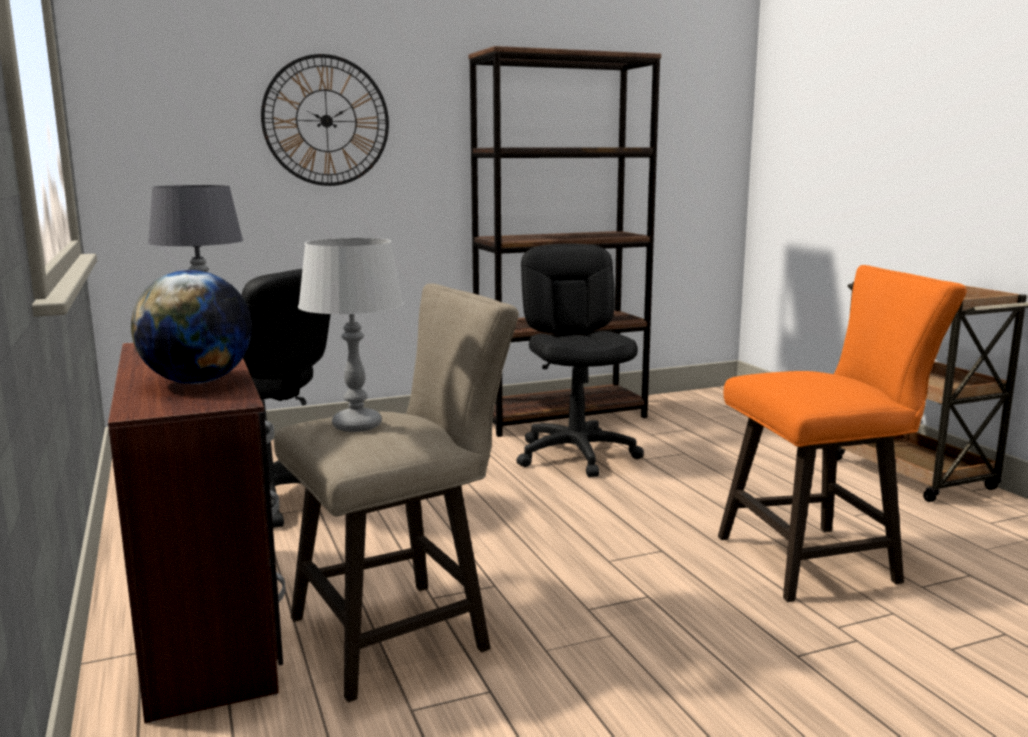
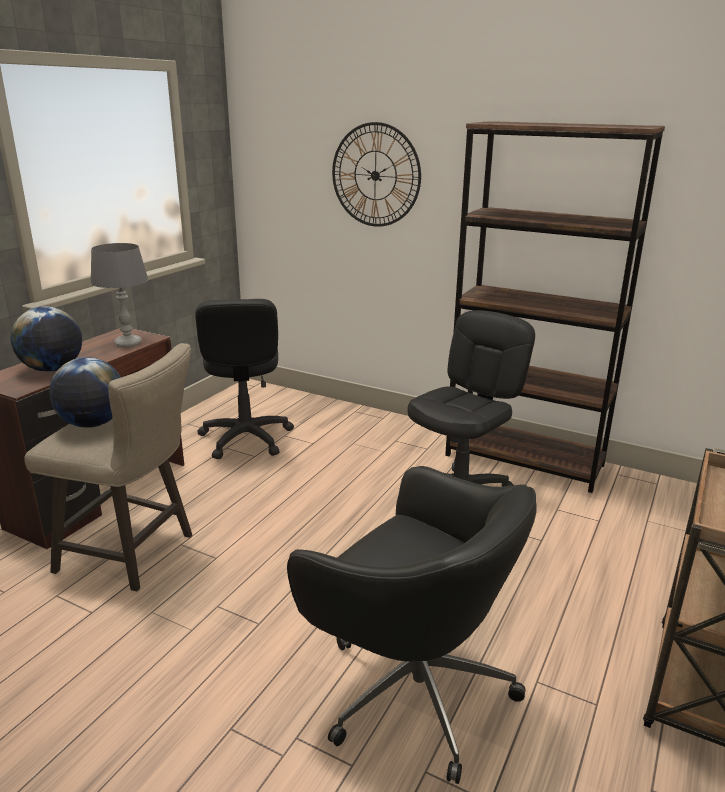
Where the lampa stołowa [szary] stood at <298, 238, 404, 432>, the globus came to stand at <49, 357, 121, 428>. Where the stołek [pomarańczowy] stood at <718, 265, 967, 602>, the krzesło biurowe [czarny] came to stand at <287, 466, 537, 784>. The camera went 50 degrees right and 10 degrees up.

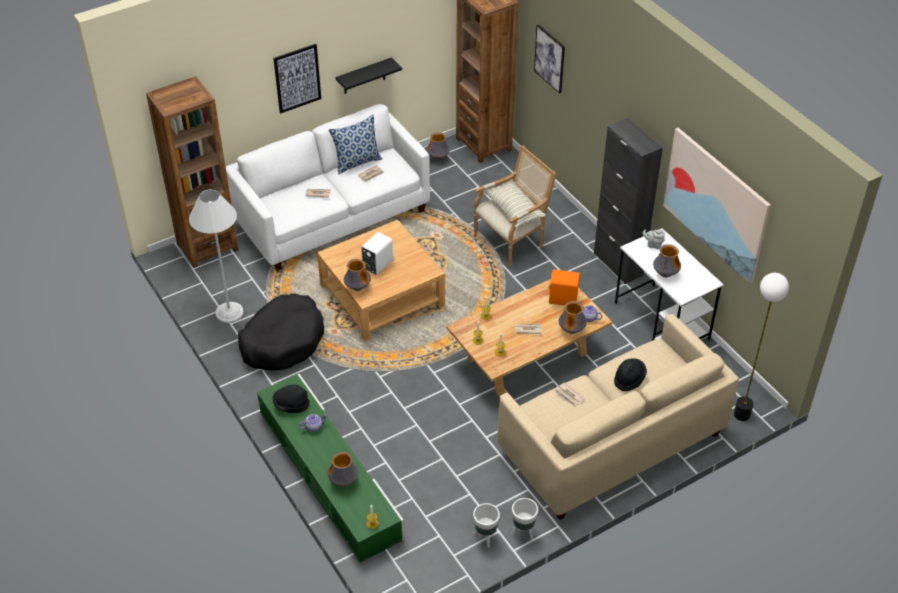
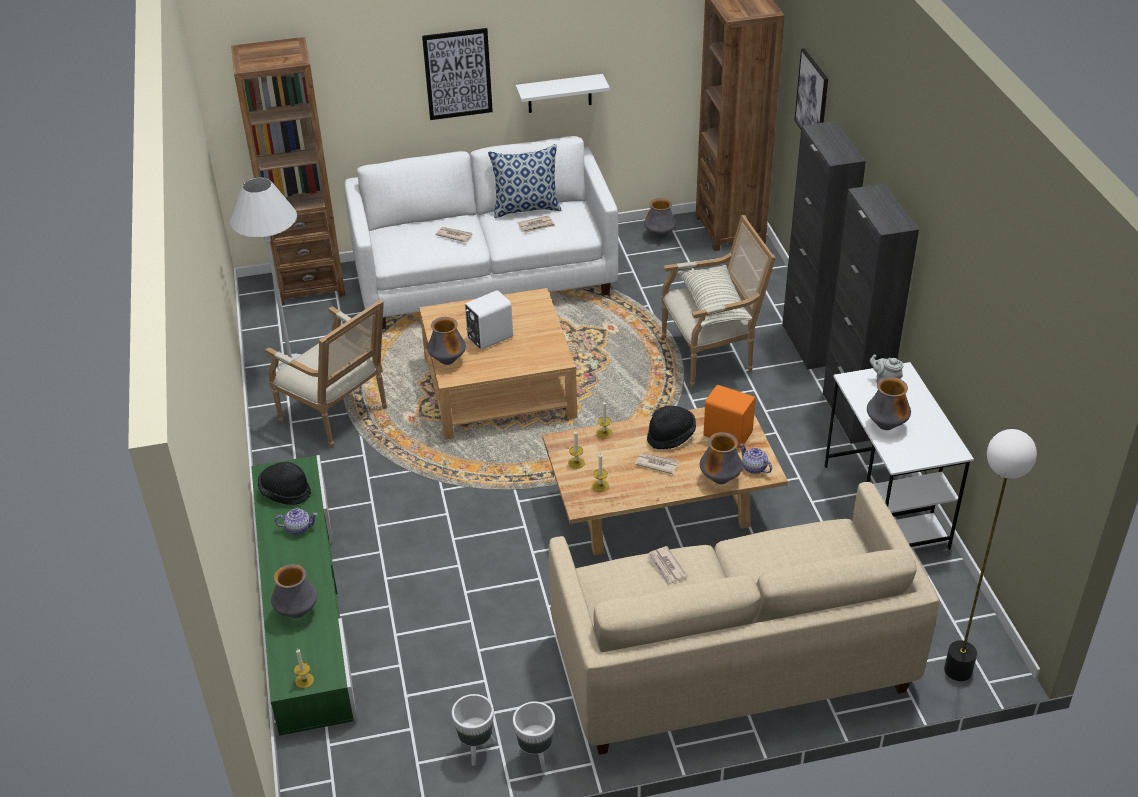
Where the legowisko [czarny] stood at <238, 294, 324, 371>, the fotel came to stand at <264, 299, 387, 448>. What was the półka [czarny] at <336, 57, 402, 94> turned into the półka [biały] at <516, 74, 610, 113>. The kapelusz [czarny] ended up elsewhere, having gone from <614, 358, 647, 391> to <647, 405, 696, 449>. The second view lost the obraz at <663, 128, 771, 284>. The second view gained the szafka [czarny] at <782, 121, 866, 369>. The camera went 20 degrees right and 5 degrees down.

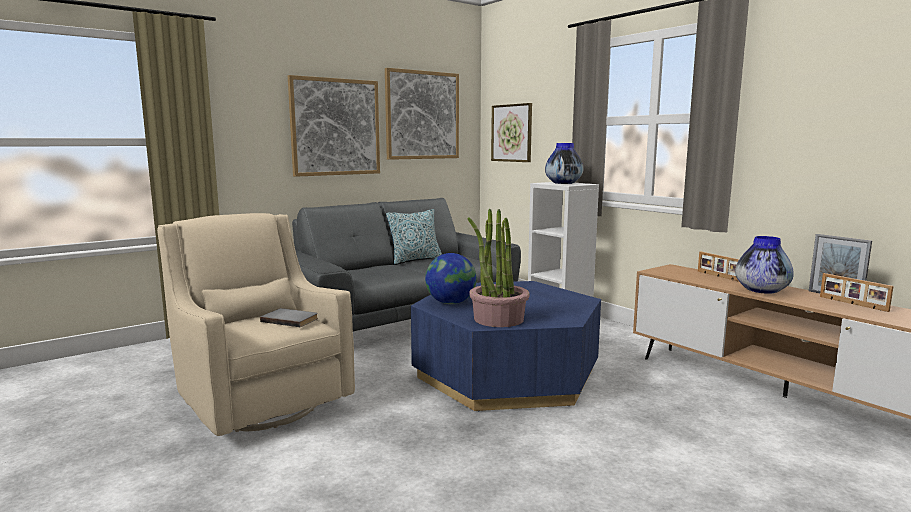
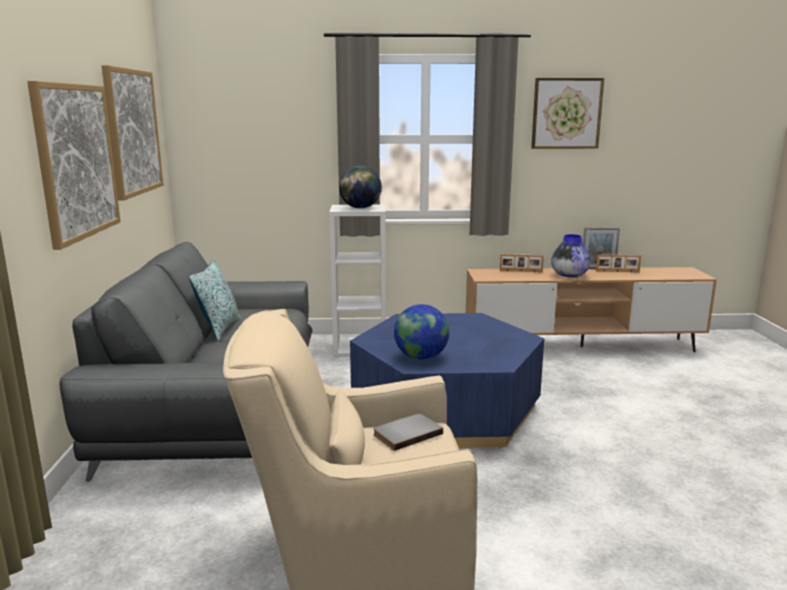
The second view lost the roślina doniczkowa at <468, 209, 530, 327>. The obraz ended up elsewhere, having gone from <491, 103, 532, 162> to <531, 78, 604, 149>. Where the wazon stood at <545, 143, 583, 184>, the globus came to stand at <339, 166, 382, 209>. The camera went 55 degrees left and 5 degrees up.

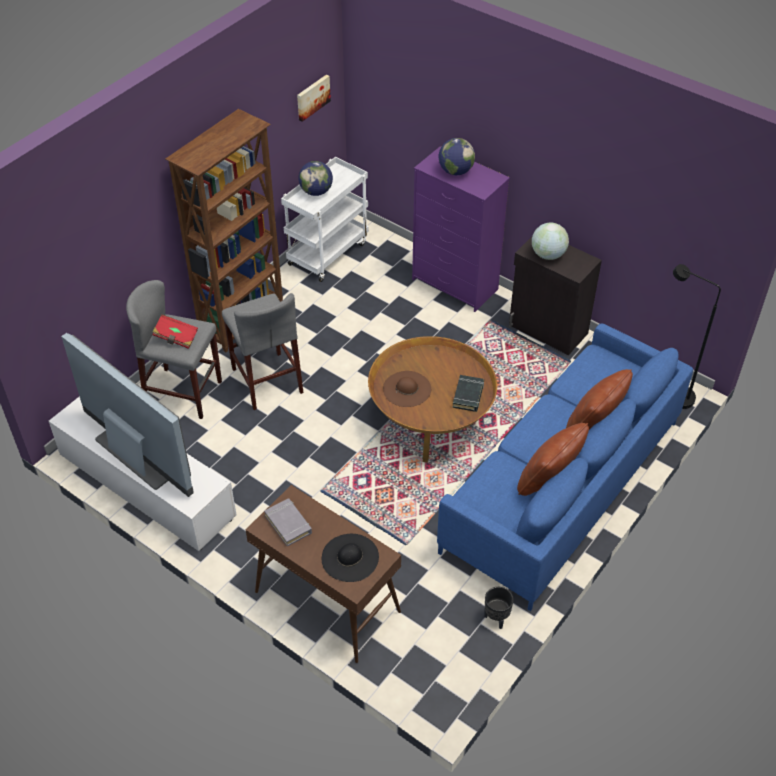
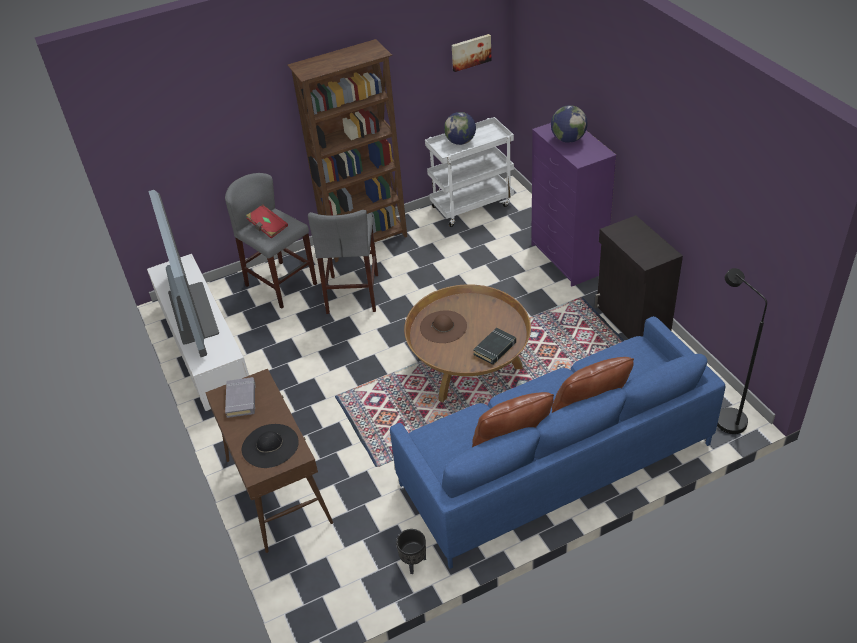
The second view lost the globus at <532, 223, 569, 260>. The camera went 30 degrees right and 5 degrees down.

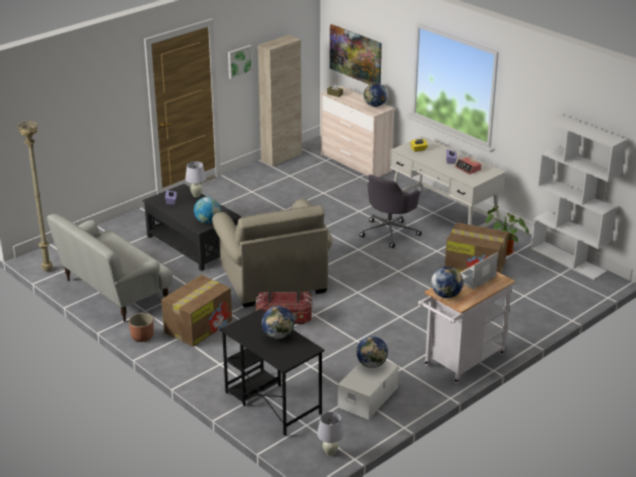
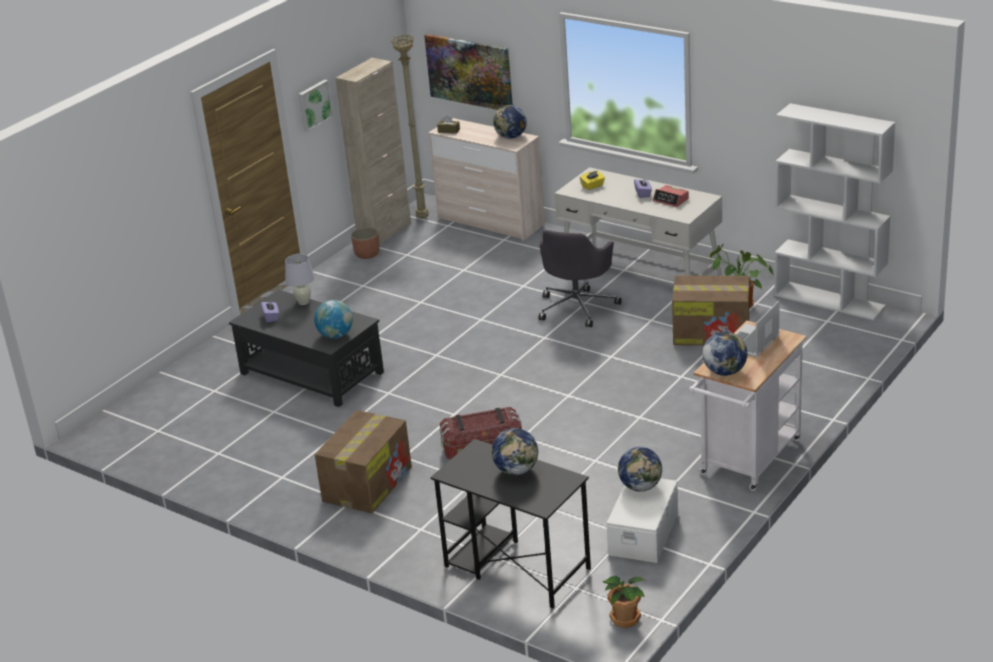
The lampa stojąca [beżowy] ended up elsewhere, having gone from <17, 121, 53, 271> to <391, 35, 429, 219>. The second view lost the kanapa at <47, 214, 173, 322>. The donica ended up elsewhere, having gone from <129, 313, 154, 342> to <351, 227, 379, 259>. The second view lost the fotel [beżowy] at <212, 199, 333, 308>. Where the lampa stołowa [biały] stood at <317, 412, 344, 456>, the roślina doniczkowa came to stand at <603, 576, 645, 628>. The camera went 10 degrees left and 0 degrees up.

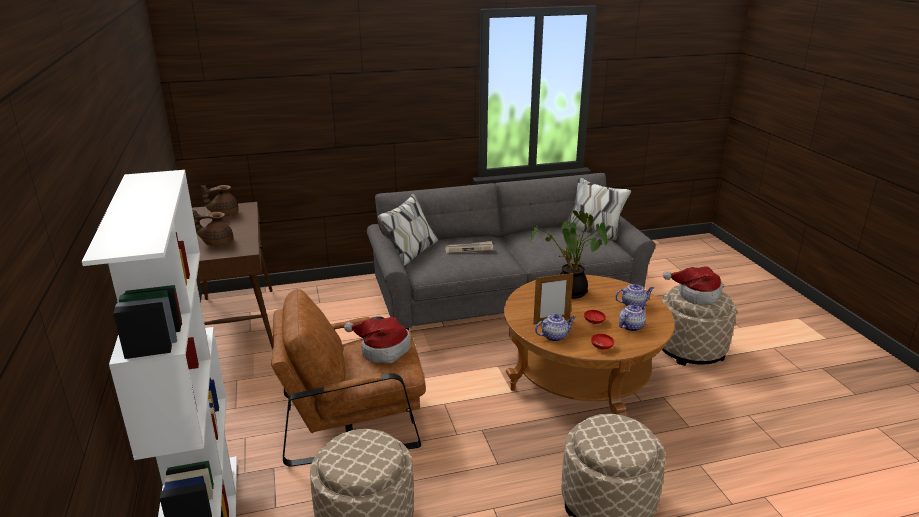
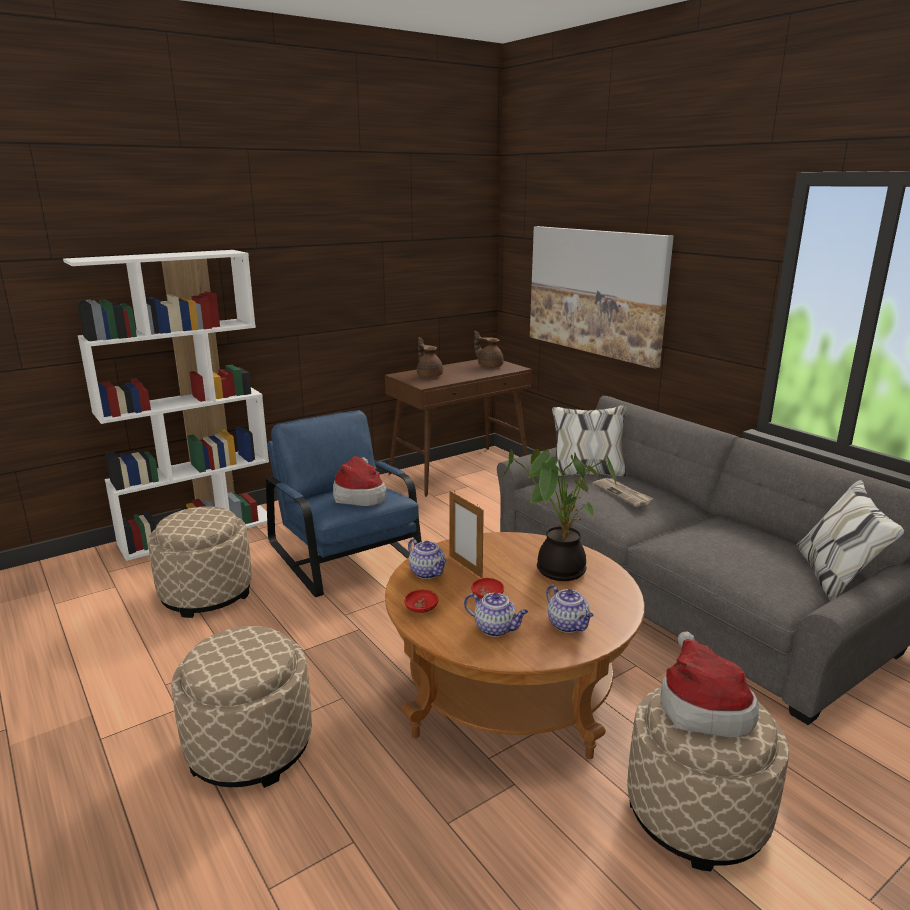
What was the fotel [brązowy] at <271, 289, 426, 466> turned into the fotel [niebieski] at <266, 410, 422, 597>. The second view gained the obraz at <530, 226, 674, 369>. The camera went 70 degrees right and 5 degrees down.

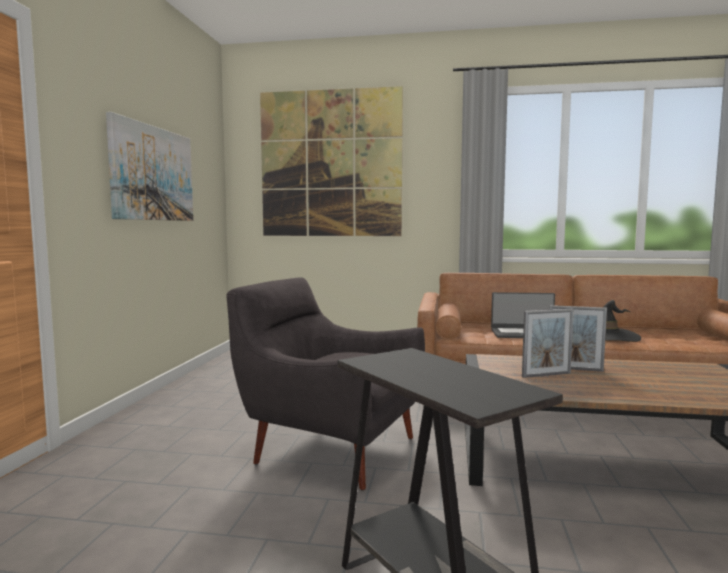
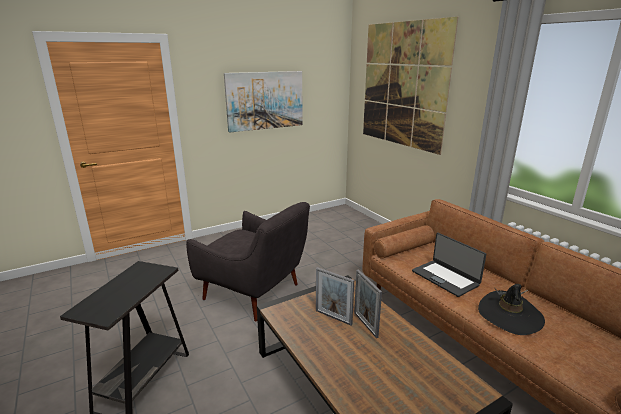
The fotel [szary] at <226, 277, 425, 490> ended up facing another way, 135 degrees clockwise from before. The camera went 50 degrees right and 15 degrees up.

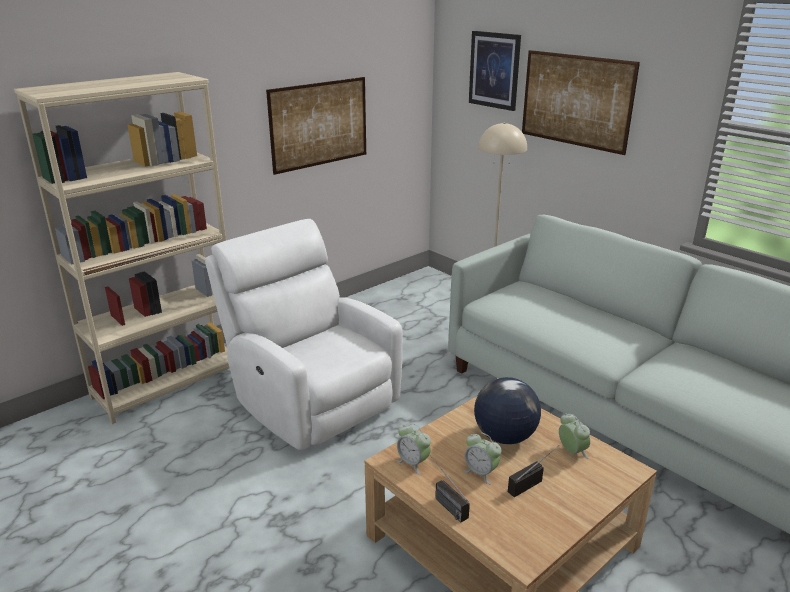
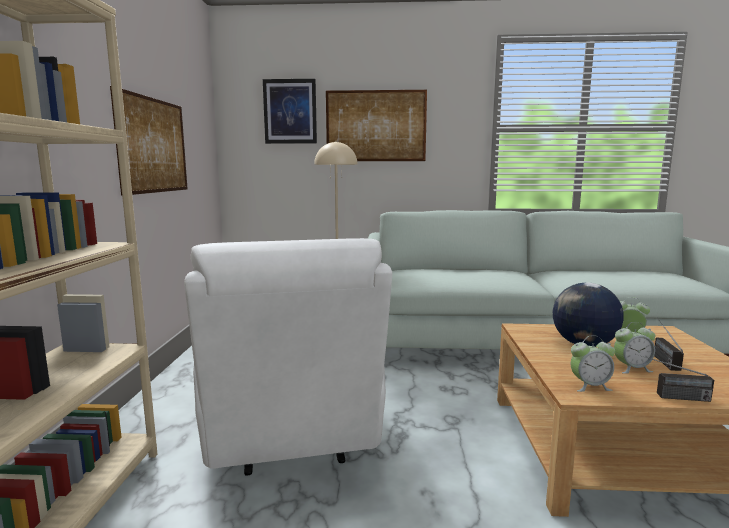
The fotel [biały] at <205, 219, 402, 450> ended up facing another way, 105 degrees counterclockwise from before. The camera went 45 degrees left and 15 degrees down.

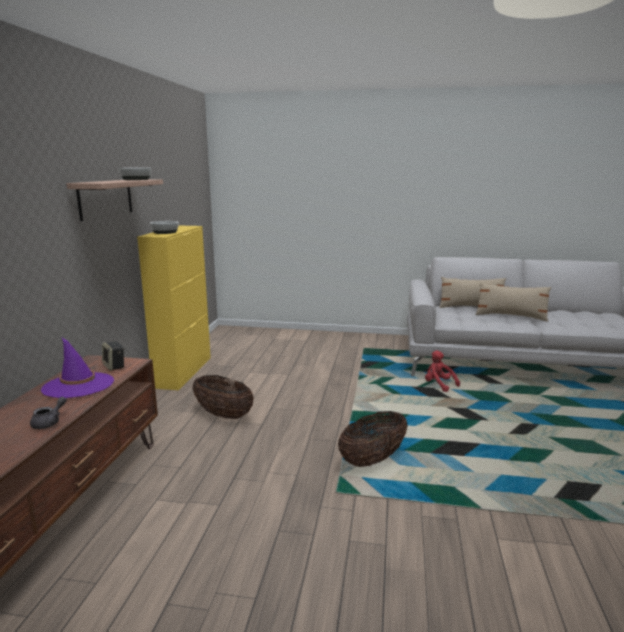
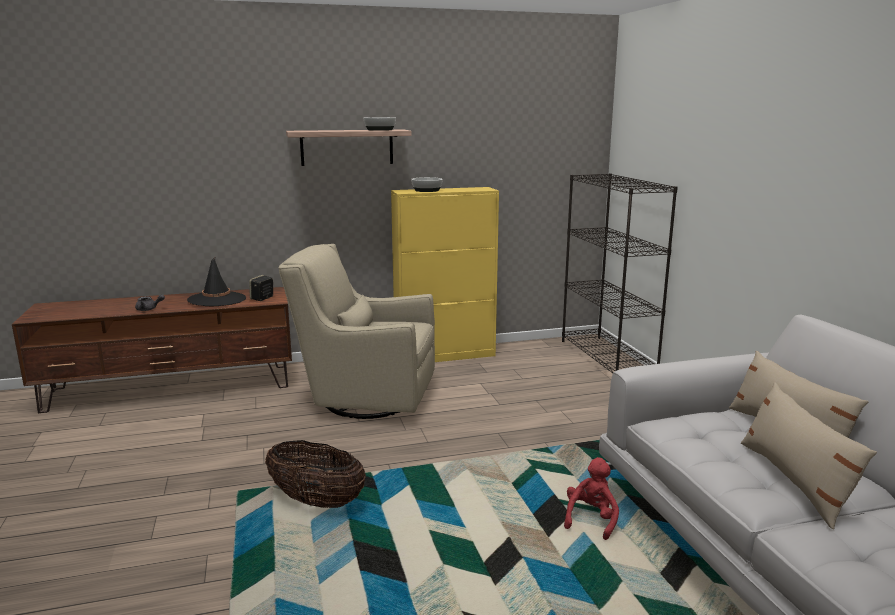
What was the kapelusz [fioletowy] at <41, 338, 114, 398> turned into the kapelusz [czarny] at <187, 257, 246, 306>. Where the koszyk stood at <192, 375, 254, 419>, the fotel [beżowy] came to stand at <278, 244, 435, 419>. The second view gained the regał [czarny] at <562, 173, 678, 373>. The camera went 65 degrees right and 0 degrees up.

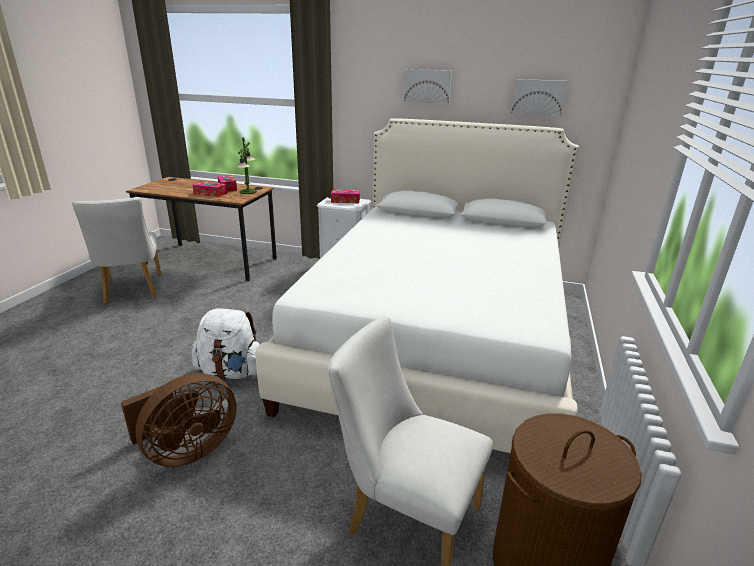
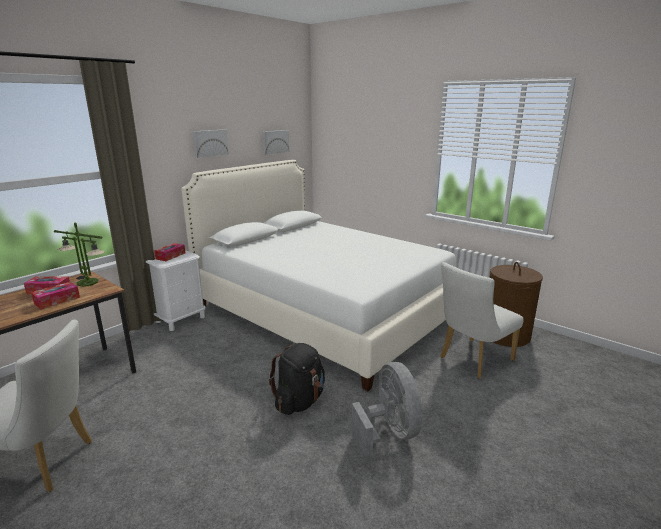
What was the wentylator [brązowy] at <121, 373, 237, 467> turned into the wentylator [szary] at <351, 362, 423, 463>. What was the plecak [biały] at <192, 308, 260, 380> turned into the plecak [czarny] at <269, 343, 325, 415>. The camera went 65 degrees left and 5 degrees down.

